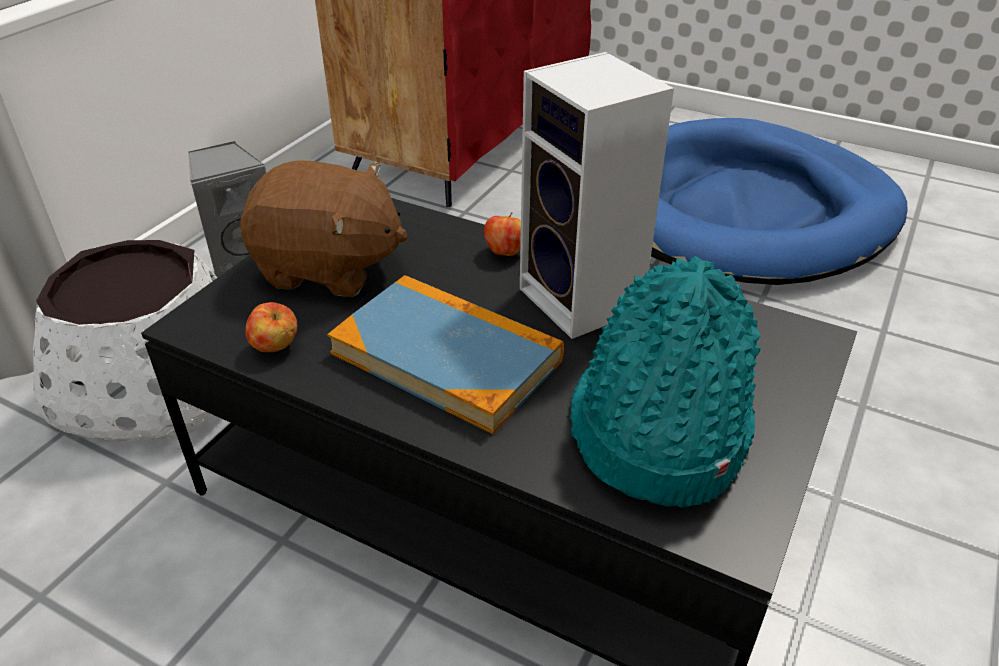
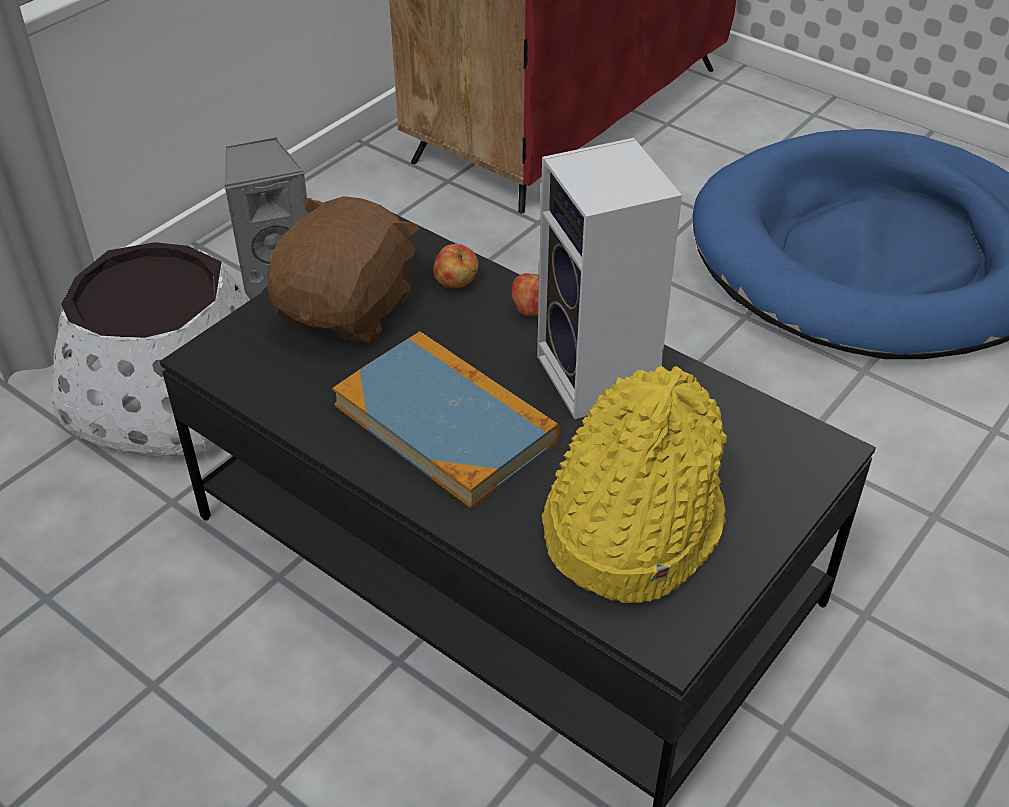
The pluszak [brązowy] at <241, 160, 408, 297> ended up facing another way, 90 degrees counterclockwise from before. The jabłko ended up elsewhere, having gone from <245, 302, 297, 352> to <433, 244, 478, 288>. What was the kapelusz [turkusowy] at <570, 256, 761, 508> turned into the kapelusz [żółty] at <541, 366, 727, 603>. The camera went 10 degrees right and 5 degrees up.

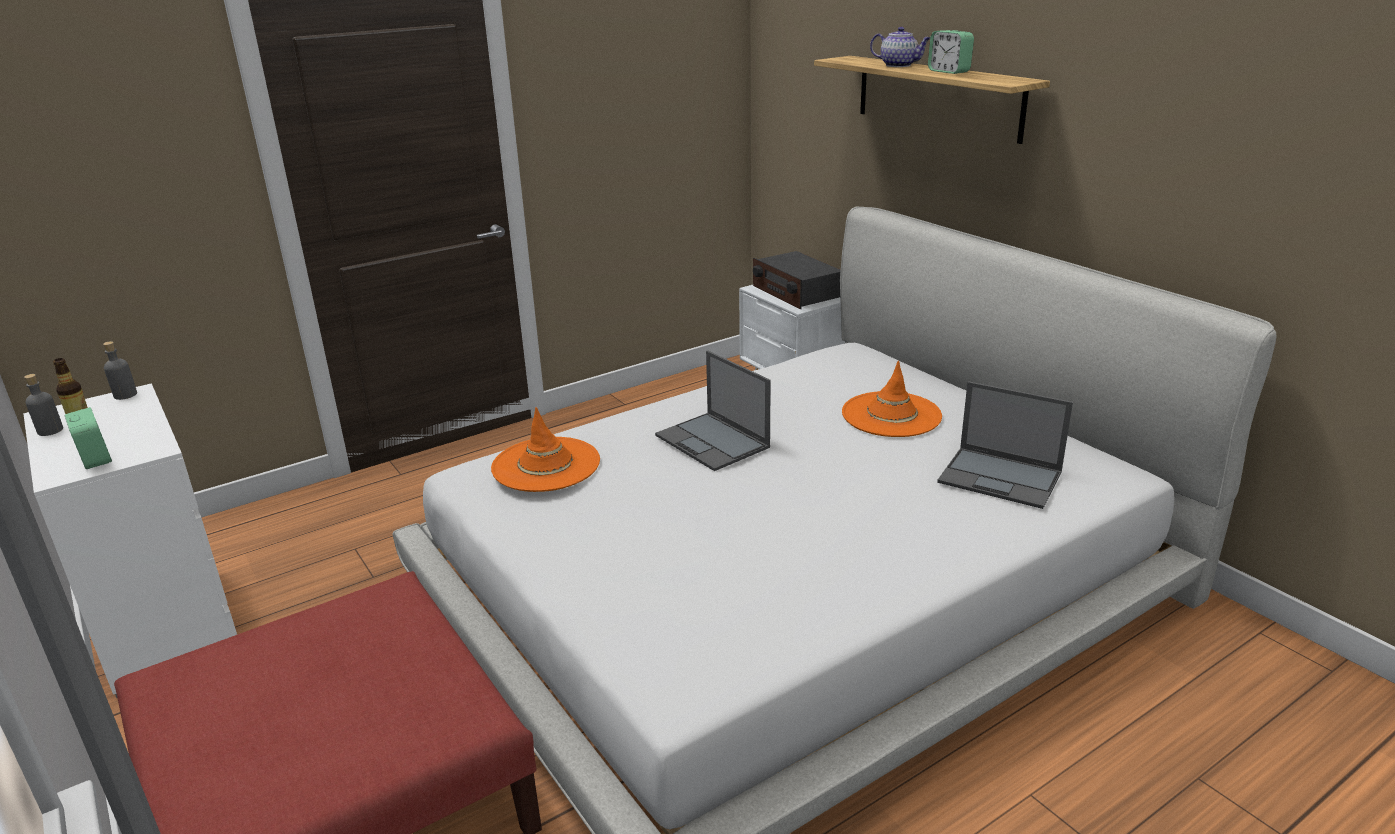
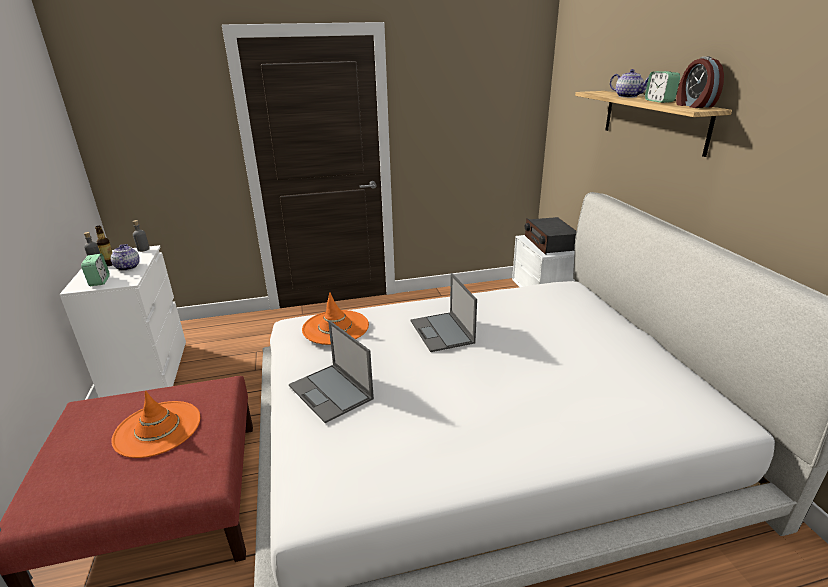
The kapelusz [pomarańczowy] ended up elsewhere, having gone from <842, 361, 942, 437> to <111, 391, 200, 458>. The laptop ended up elsewhere, having gone from <937, 381, 1073, 509> to <289, 320, 374, 423>. The second view gained the imbryk at <111, 244, 140, 271>. The second view gained the budzik at <676, 56, 724, 108>. The camera went 20 degrees right and 0 degrees up.

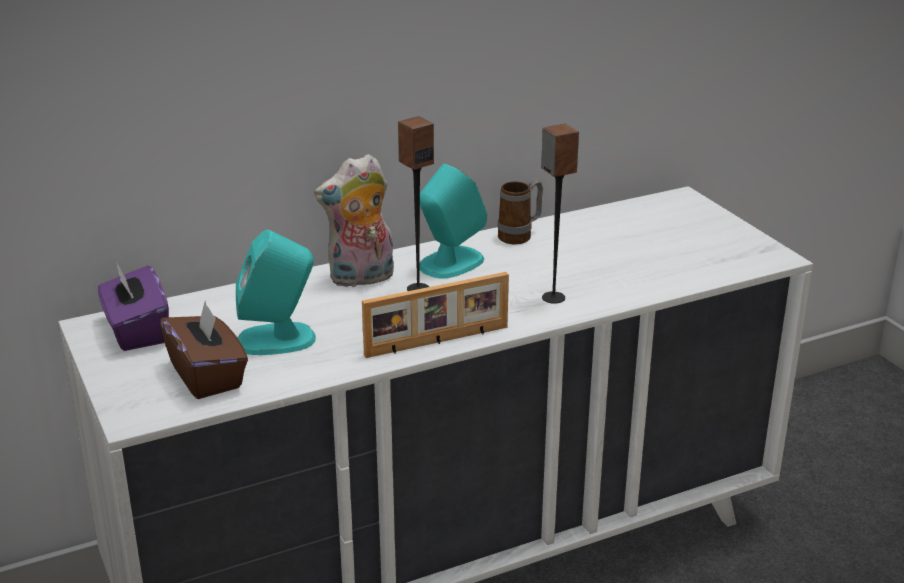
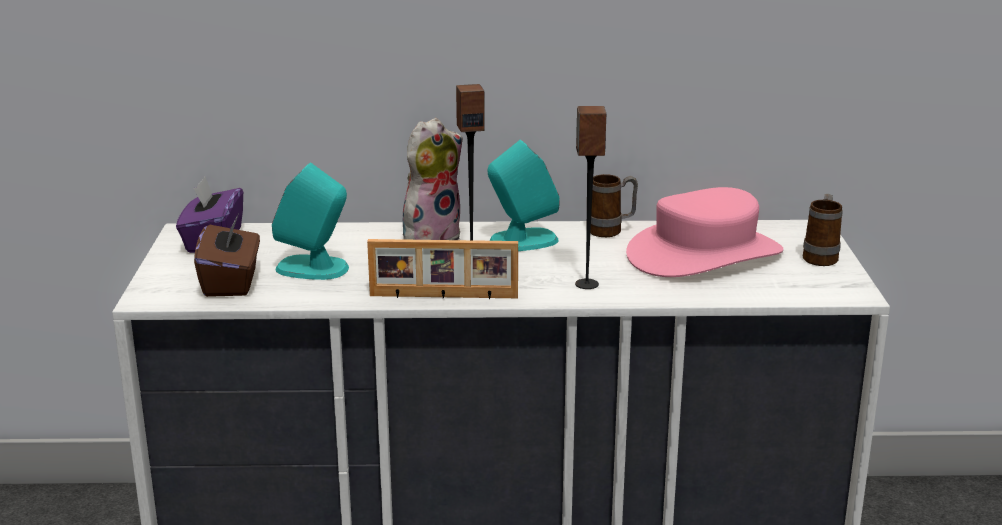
The pluszak at <314, 154, 394, 287> ended up facing another way, 135 degrees clockwise from before. The second view gained the kapelusz [różowy] at <626, 187, 784, 277>. The second view gained the kubek at <803, 194, 843, 266>. The camera went 25 degrees right and 5 degrees down.

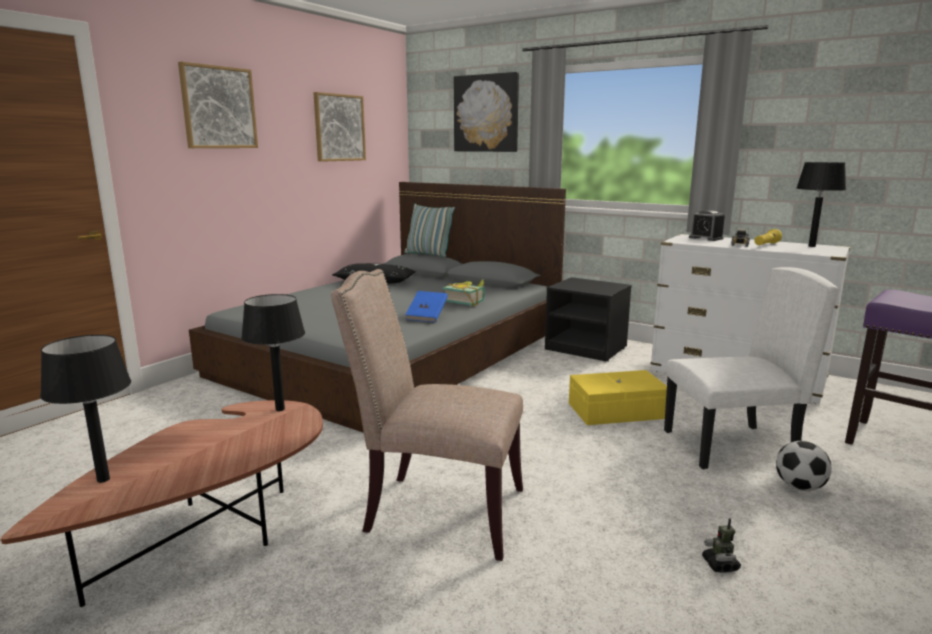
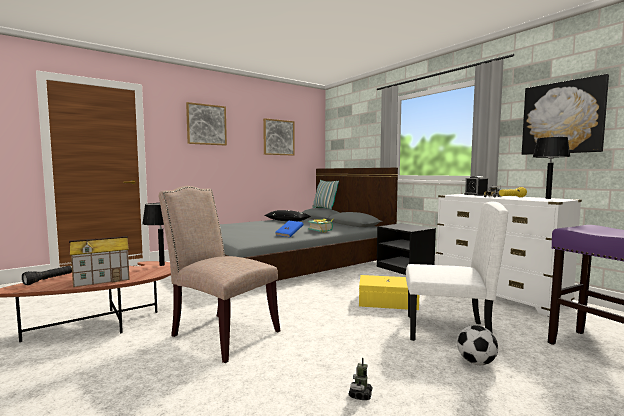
Where the lampa stołowa [czarny] stood at <40, 335, 131, 483>, the latarka [czarny] came to stand at <22, 266, 72, 285>. The obraz ended up elsewhere, having gone from <454, 72, 519, 152> to <522, 74, 609, 155>. The second view gained the domek at <69, 236, 130, 287>. The camera went 20 degrees right and 10 degrees down.

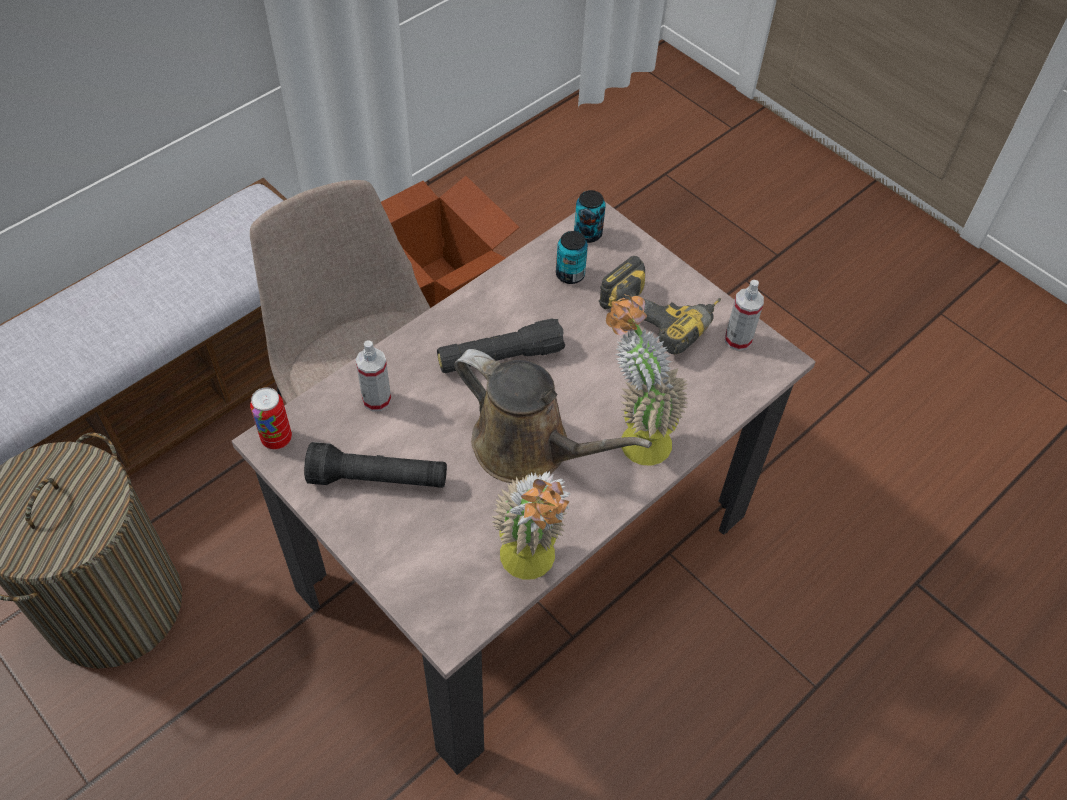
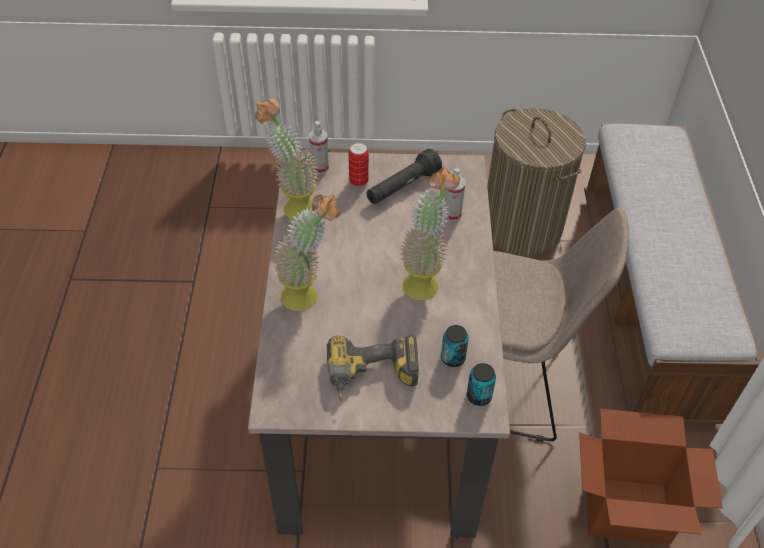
The puszka ended up elsewhere, having gone from <250, 387, 292, 450> to <349, 142, 369, 187>. Where the latarka [czarny] stood at <437, 318, 565, 373>, the roślina doniczkowa came to stand at <399, 166, 459, 300>. The second view lost the konewka [brązowy] at <454, 349, 652, 483>. The spryskiwacz ended up elsewhere, having gone from <725, 280, 764, 351> to <309, 121, 329, 174>. The camera went 135 degrees right and 5 degrees down.

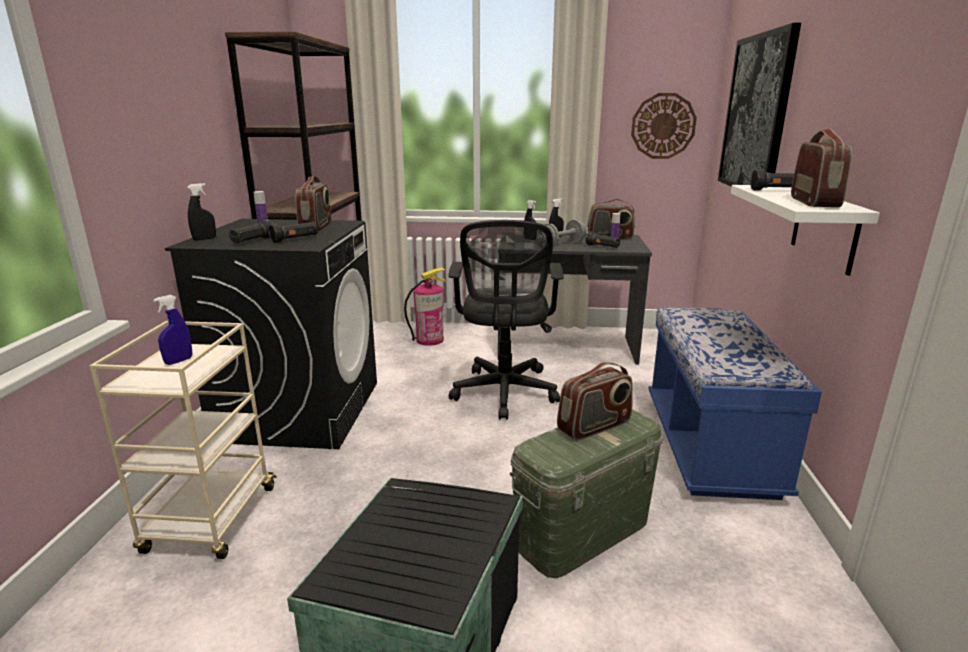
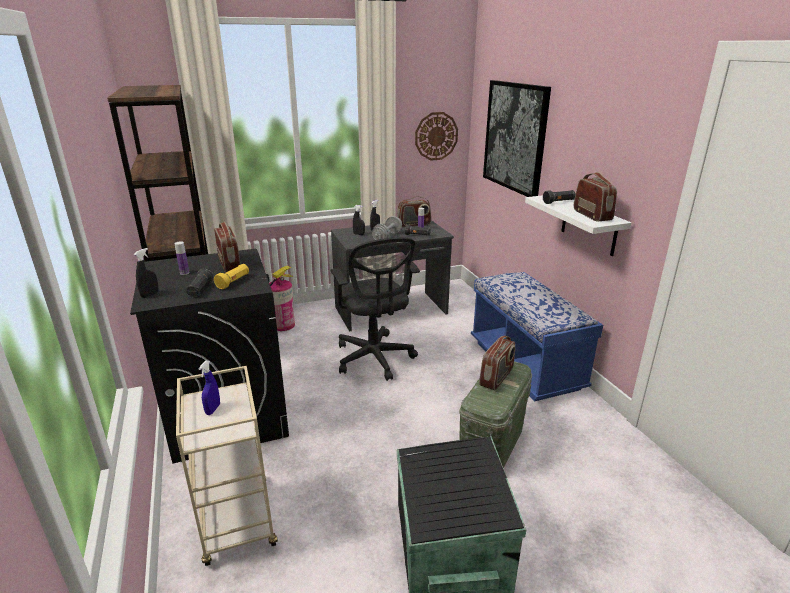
What was the latarka [czarny] at <269, 221, 318, 243> turned into the latarka [żółty] at <214, 264, 249, 289>. The camera went 25 degrees left and 5 degrees up.

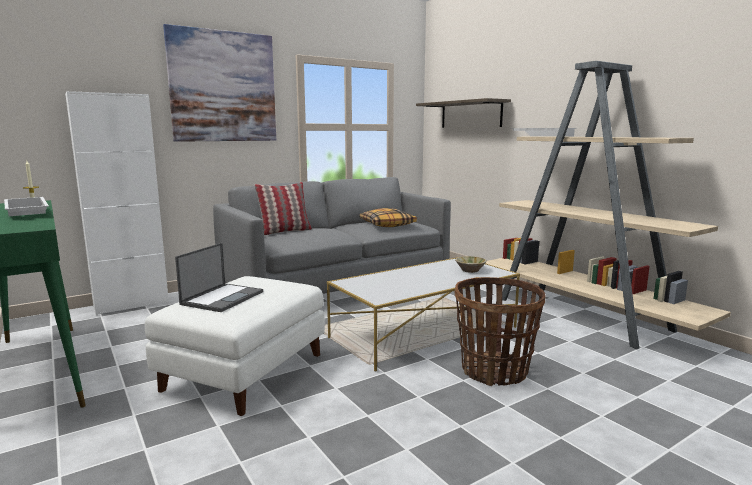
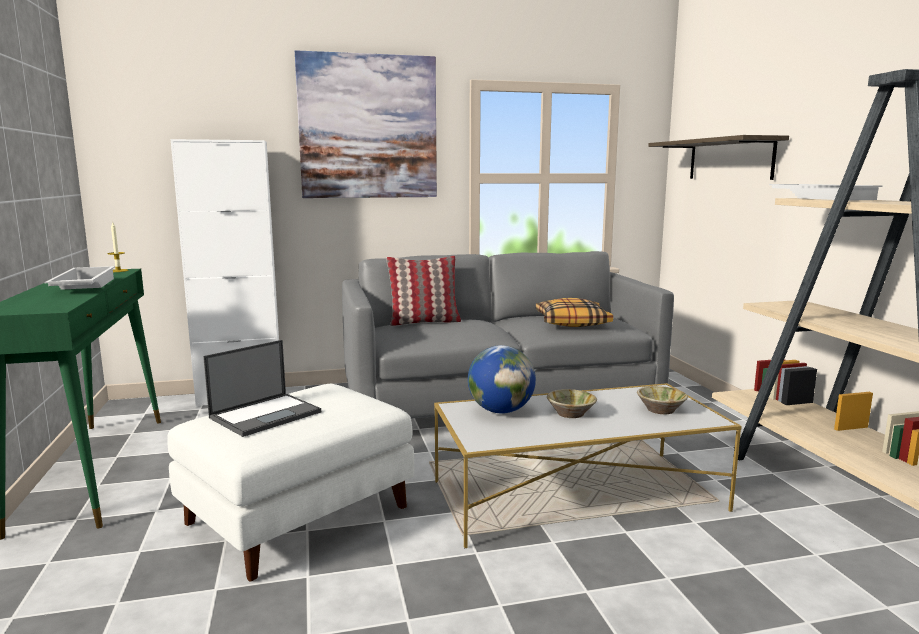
The second view lost the koszyk at <454, 277, 545, 386>. The second view gained the globus at <468, 345, 536, 414>. The second view gained the miska [beżowy] at <547, 389, 597, 418>. The camera went 20 degrees right and 0 degrees up.

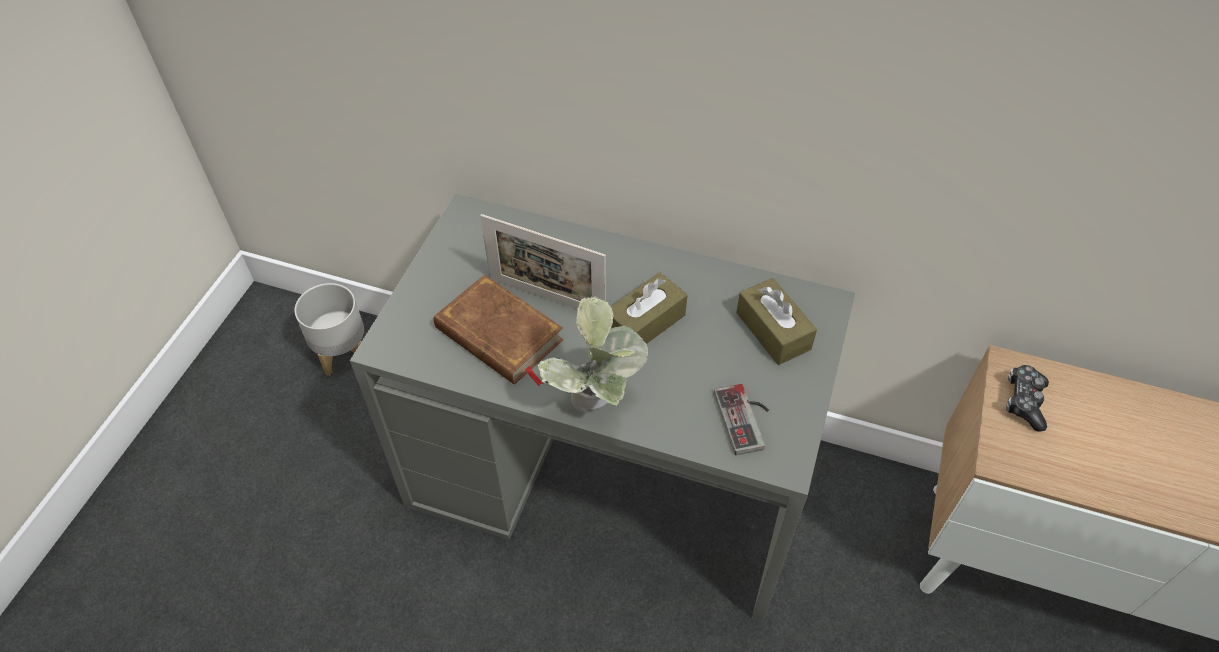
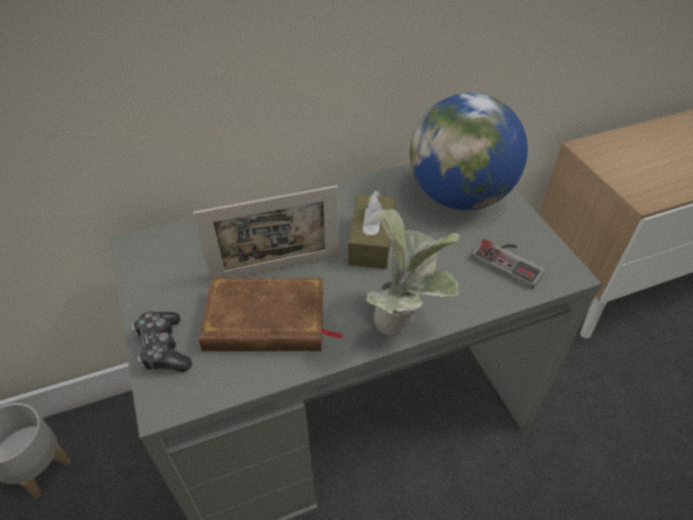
Where the pudełko chusteczek [brązowy] stood at <736, 278, 817, 365>, the globus came to stand at <410, 93, 528, 210>. The pad do gier ended up elsewhere, having gone from <1006, 365, 1049, 431> to <132, 311, 192, 372>. The camera went 40 degrees left and 5 degrees down.

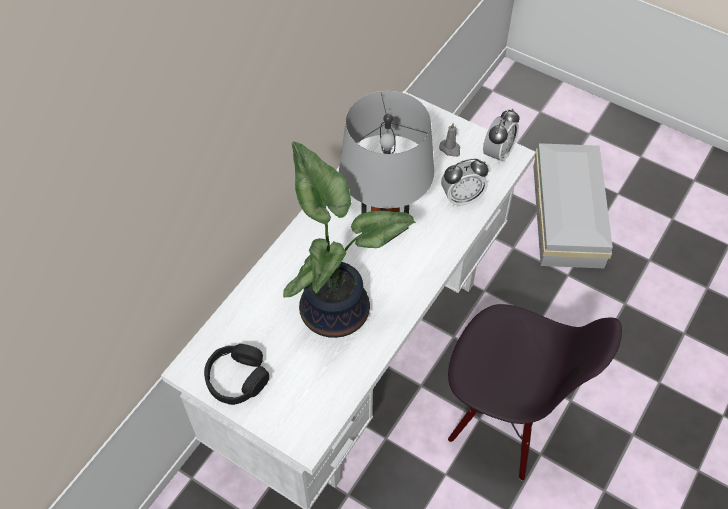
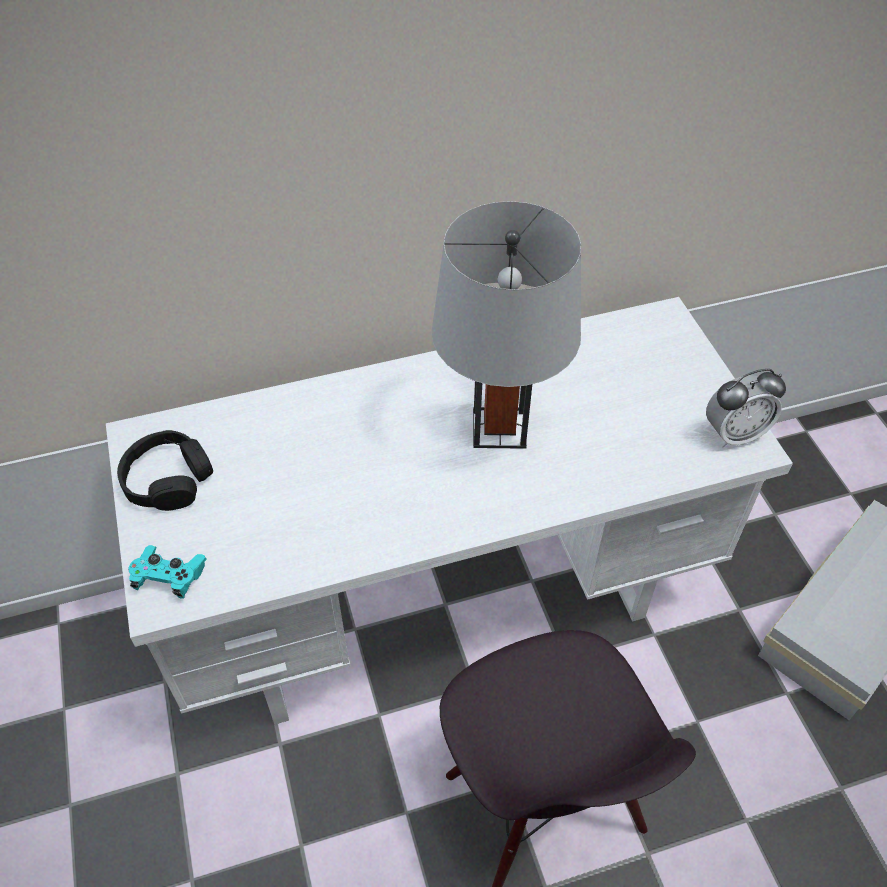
The second view lost the roślina doniczkowa at <283, 142, 416, 338>. The second view lost the świeca [szary] at <439, 123, 460, 157>. The second view lost the budzik at <441, 159, 489, 206>. The second view gained the pad do gier [turkusowy] at <128, 545, 207, 599>. The camera went 40 degrees right and 5 degrees down.

